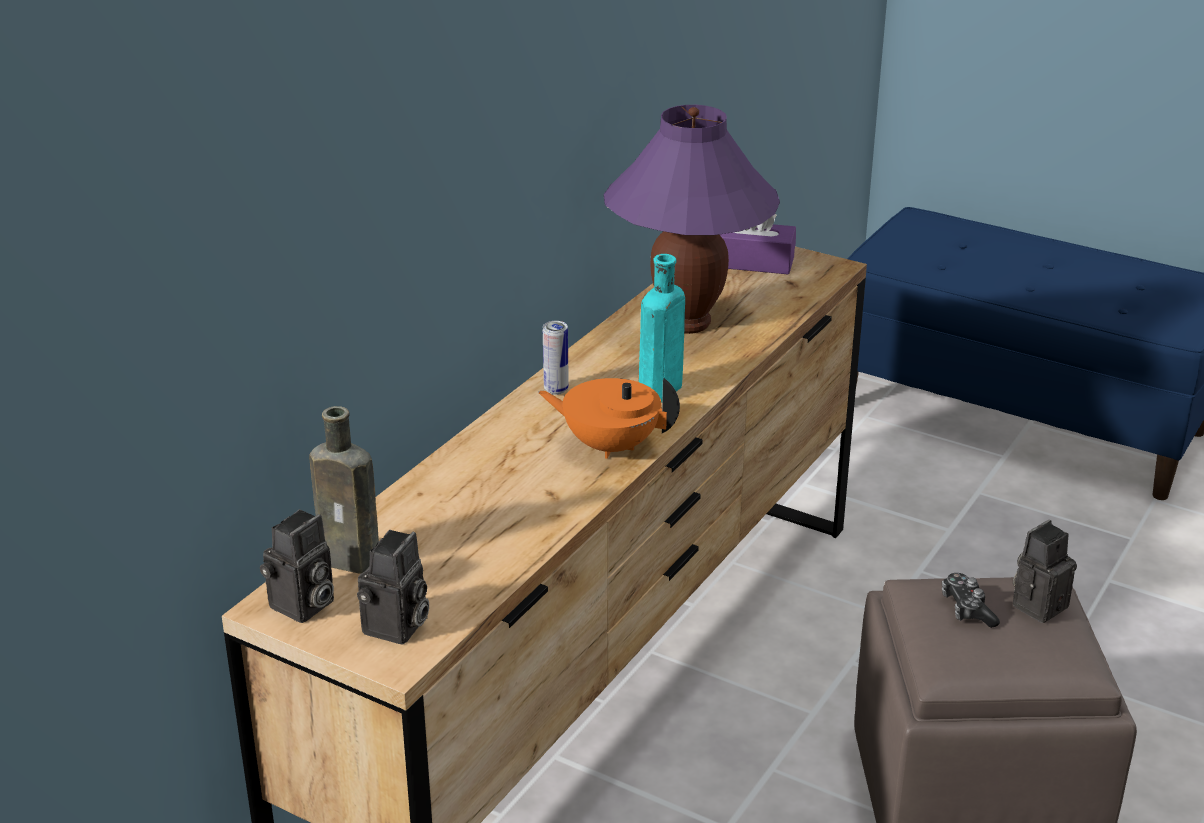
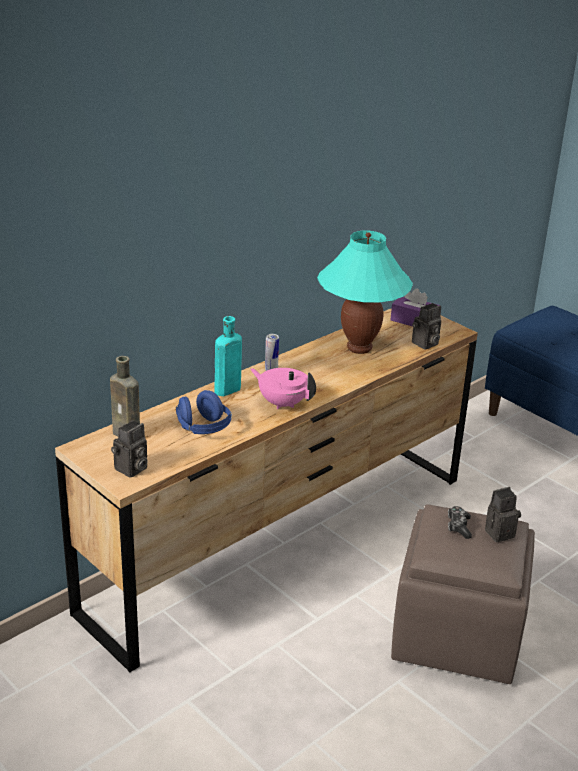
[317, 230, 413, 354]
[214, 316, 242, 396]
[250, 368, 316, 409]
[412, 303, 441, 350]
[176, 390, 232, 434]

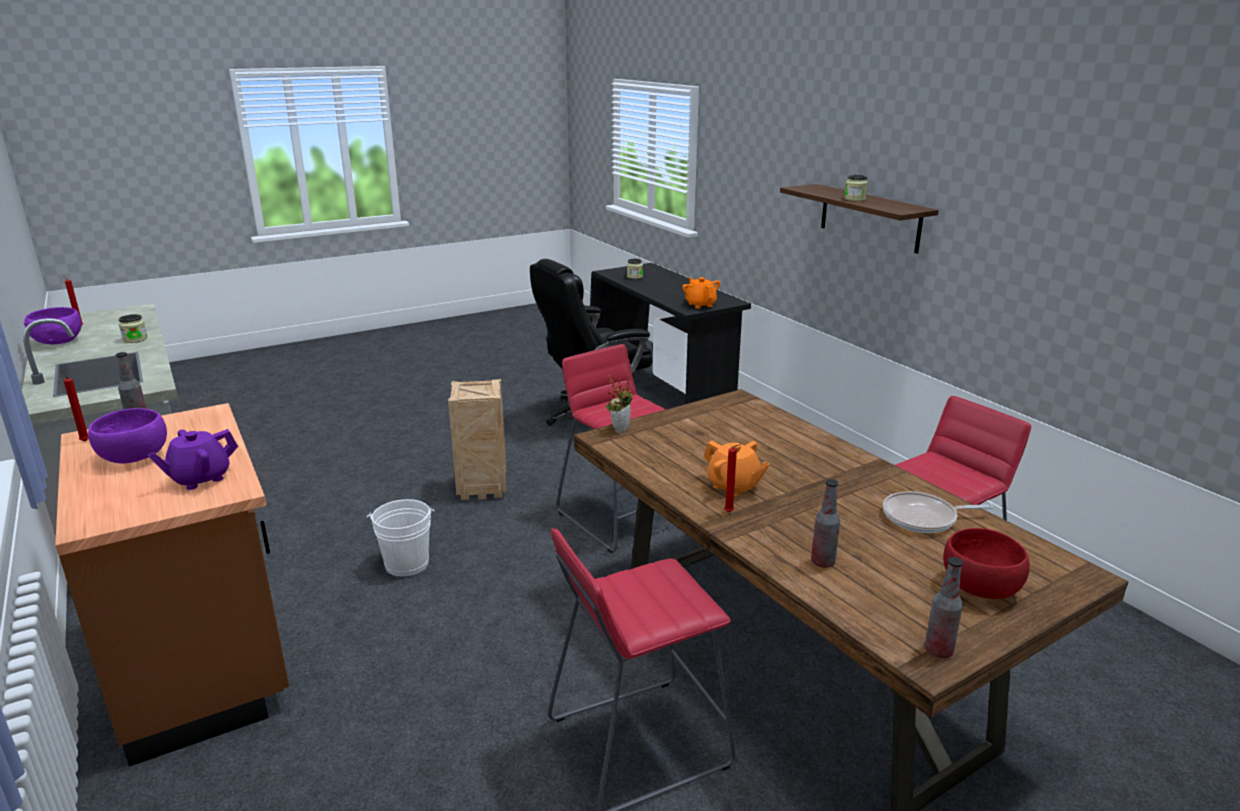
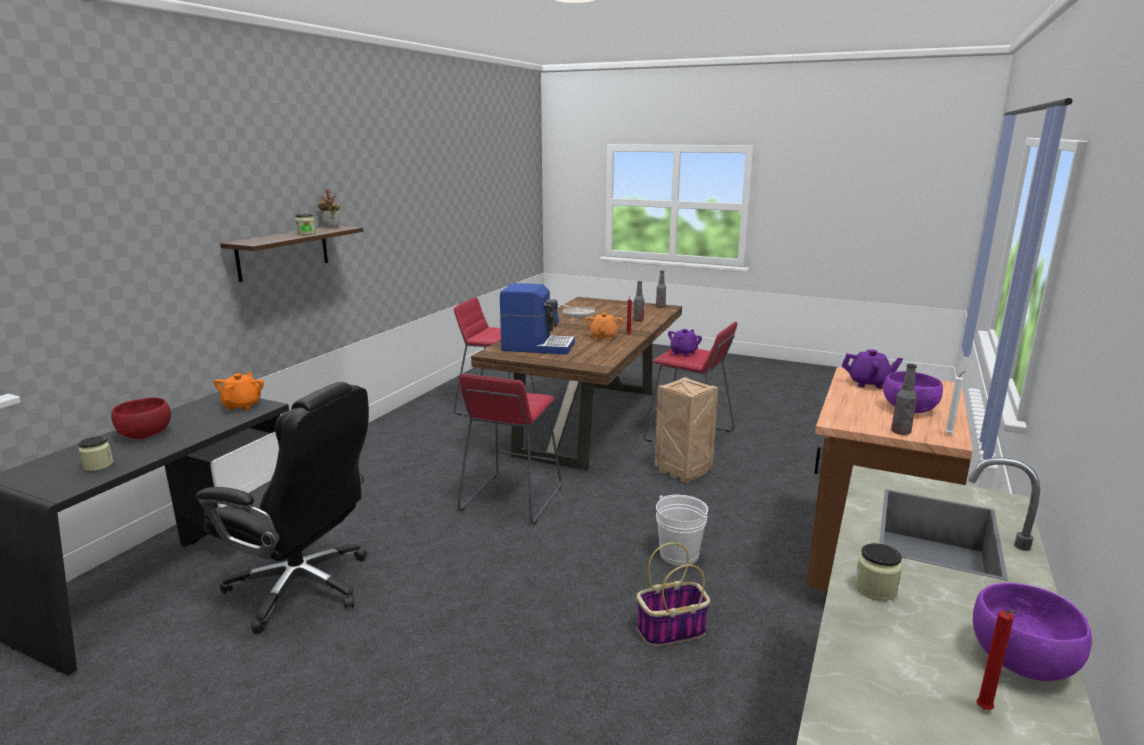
[214, 372, 264, 410]
[317, 189, 340, 227]
[945, 371, 966, 434]
[655, 377, 718, 484]
[111, 398, 171, 439]
[500, 283, 575, 355]
[668, 329, 702, 356]
[637, 542, 710, 646]

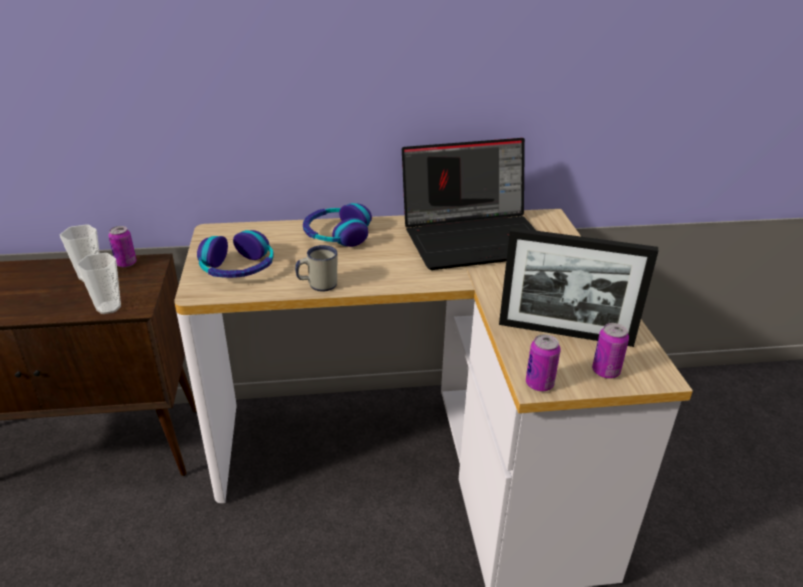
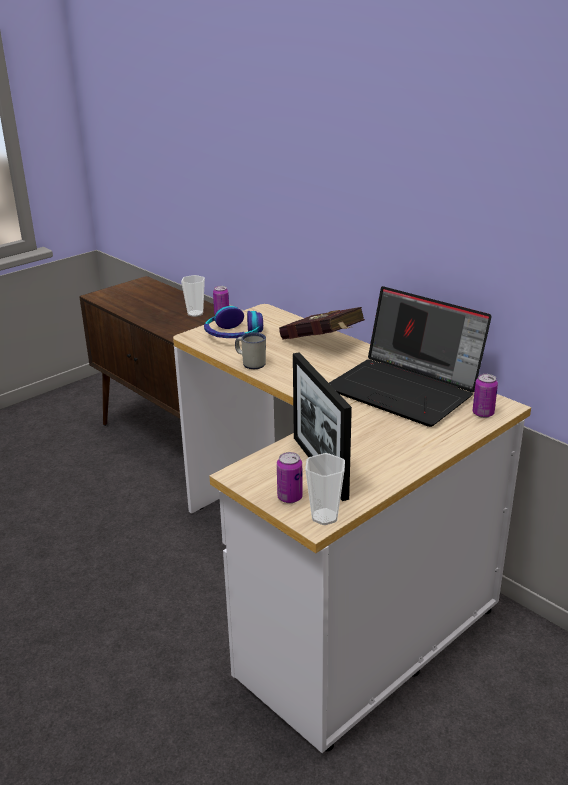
[279, 307, 365, 340]
[305, 453, 345, 525]
[472, 374, 498, 418]

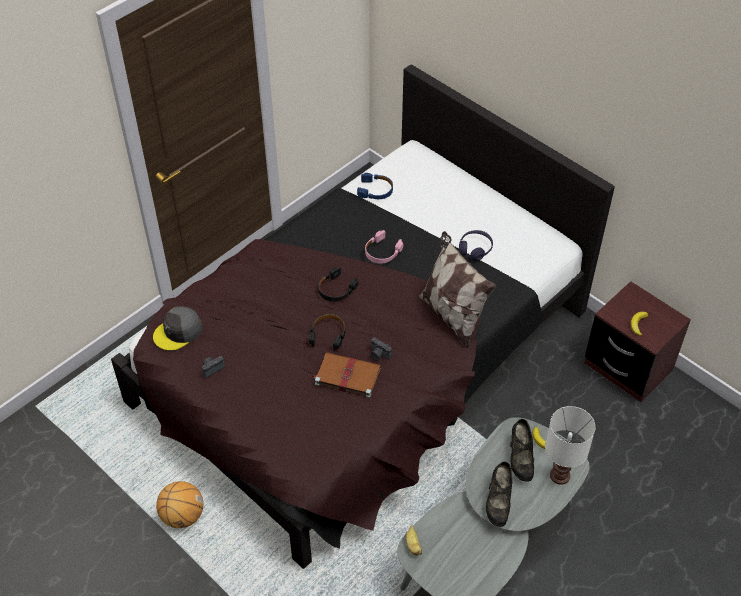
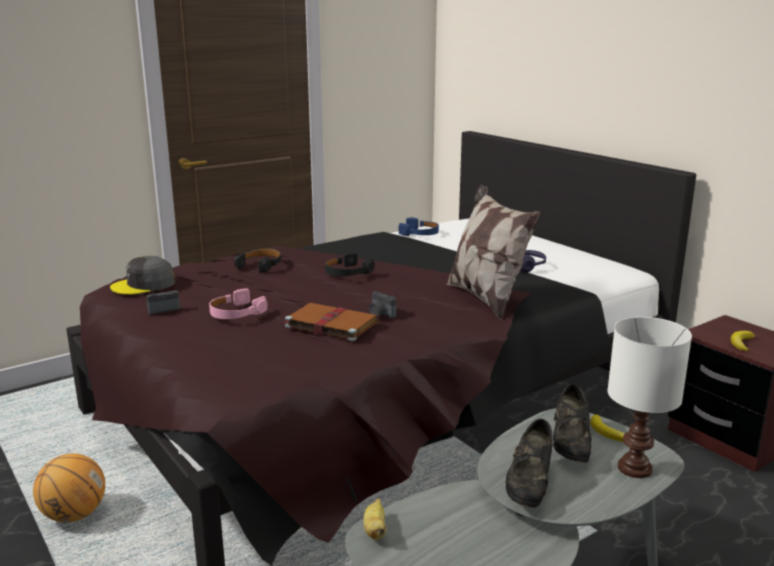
[209, 288, 268, 319]
[234, 248, 281, 273]

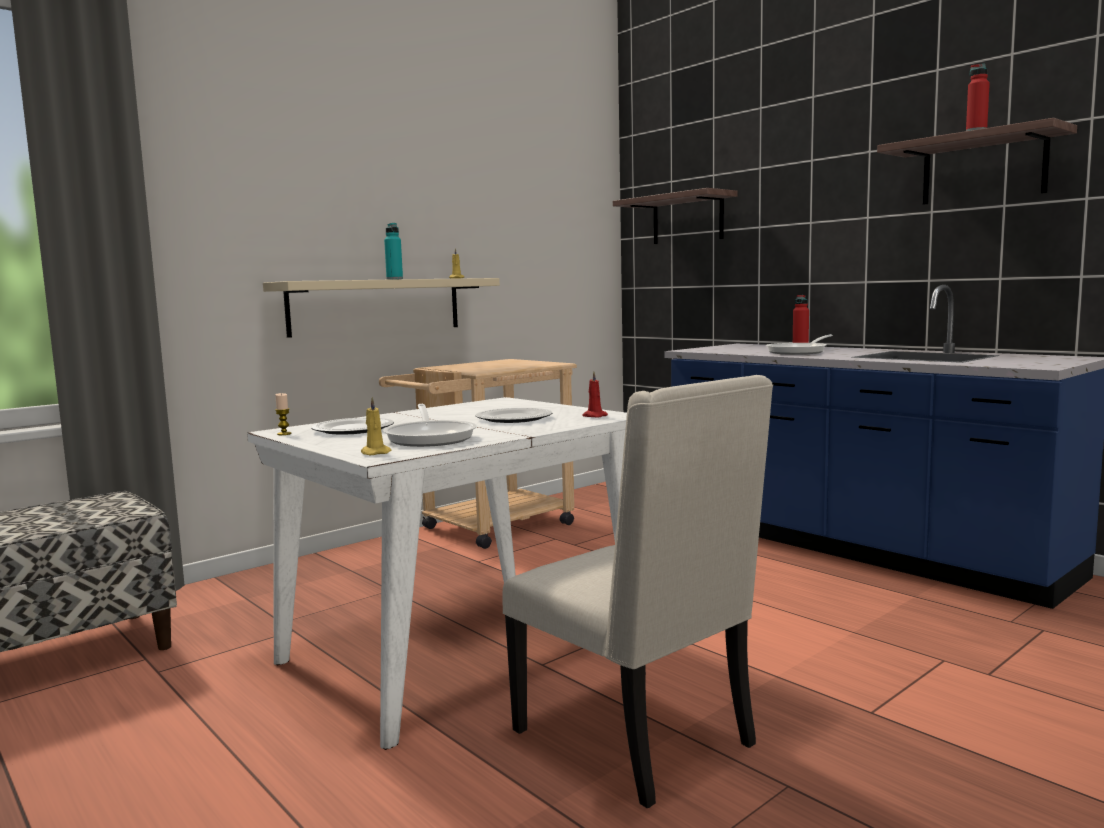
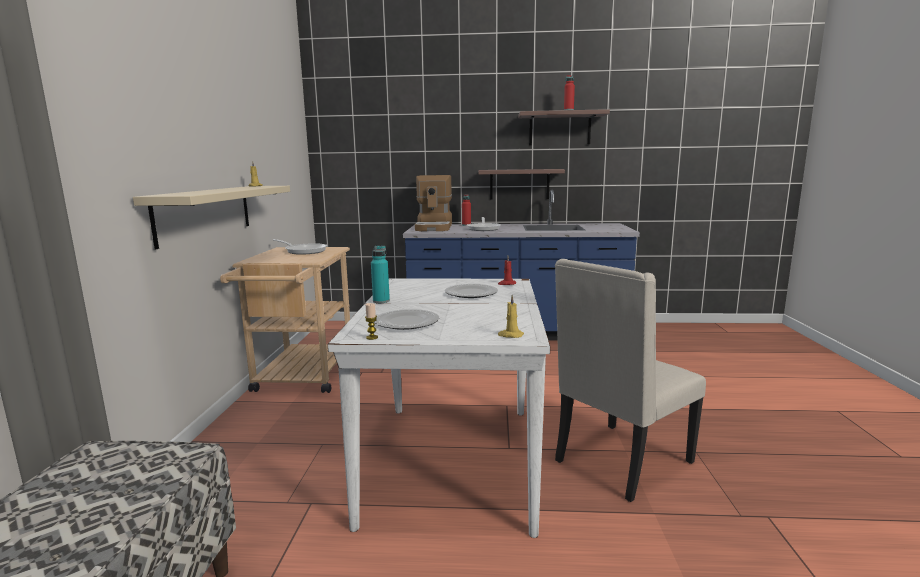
[478, 169, 565, 200]
[371, 246, 390, 303]
[555, 259, 706, 502]
[273, 239, 327, 255]
[415, 175, 452, 231]

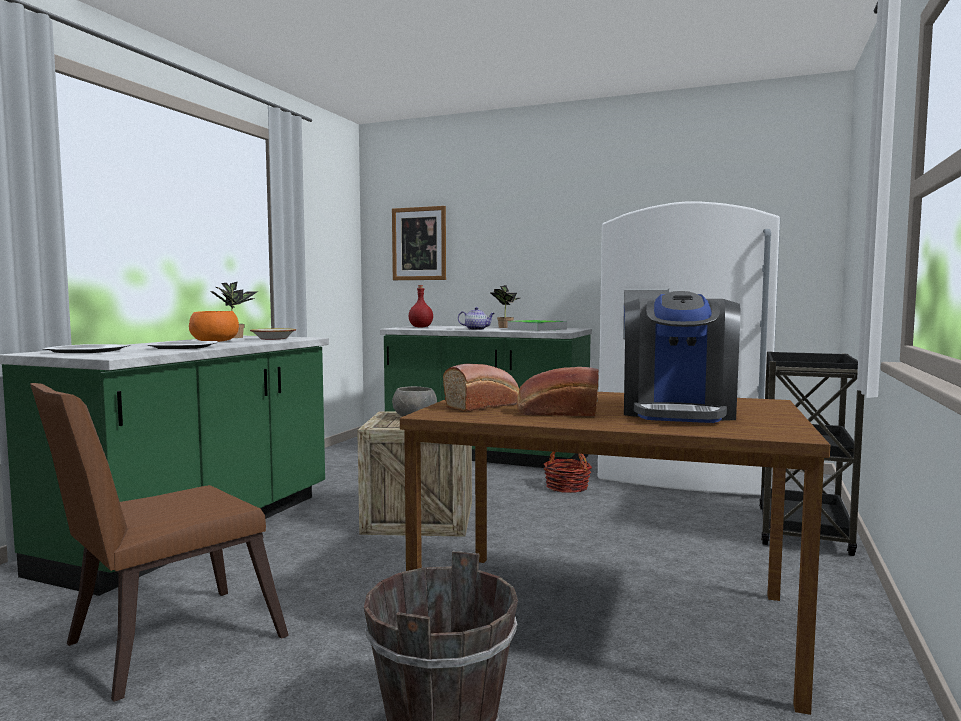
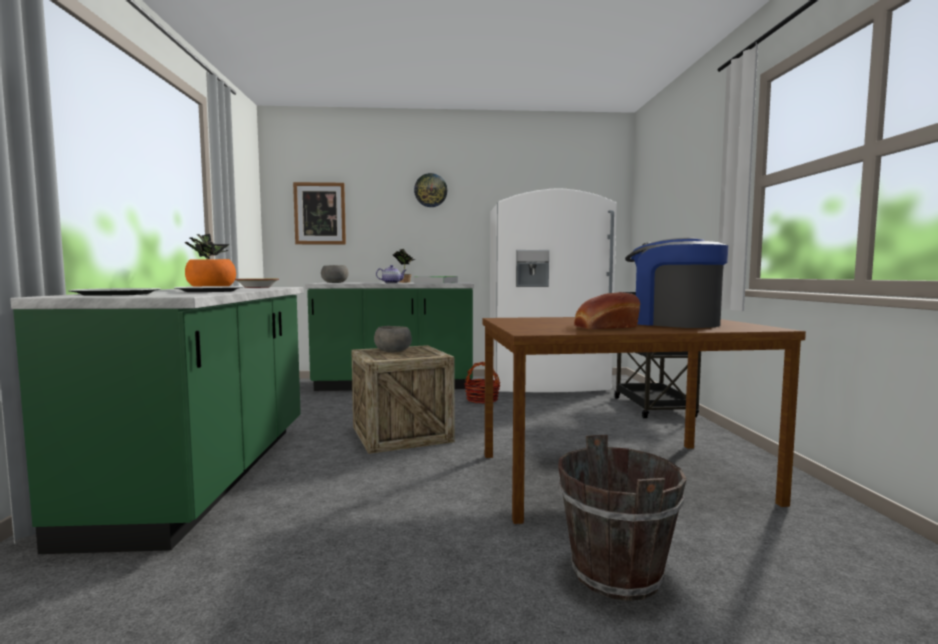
[321, 265, 349, 283]
[625, 237, 728, 328]
[443, 364, 519, 411] (first image)
[30, 383, 289, 702] (first image)
[414, 173, 447, 207]

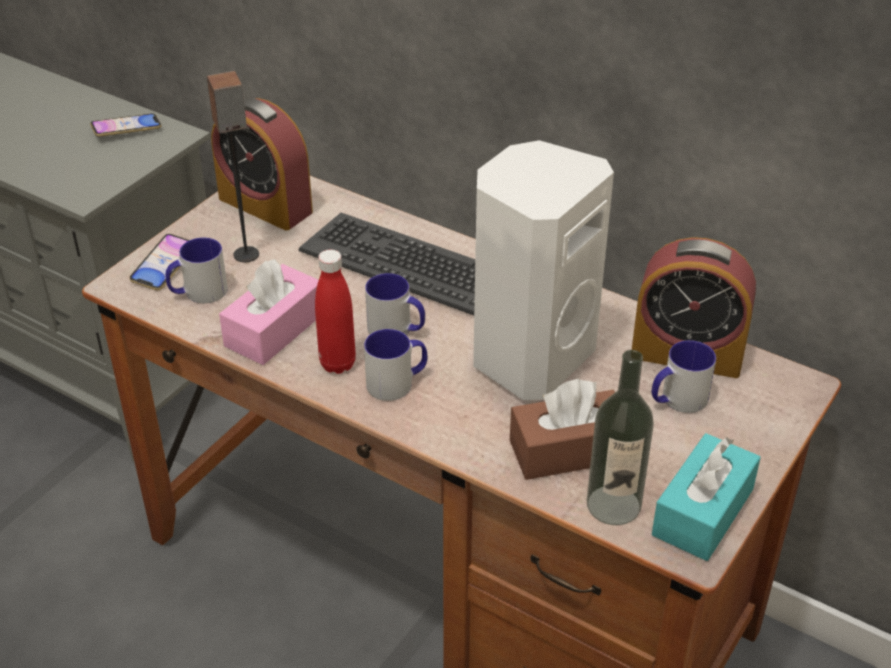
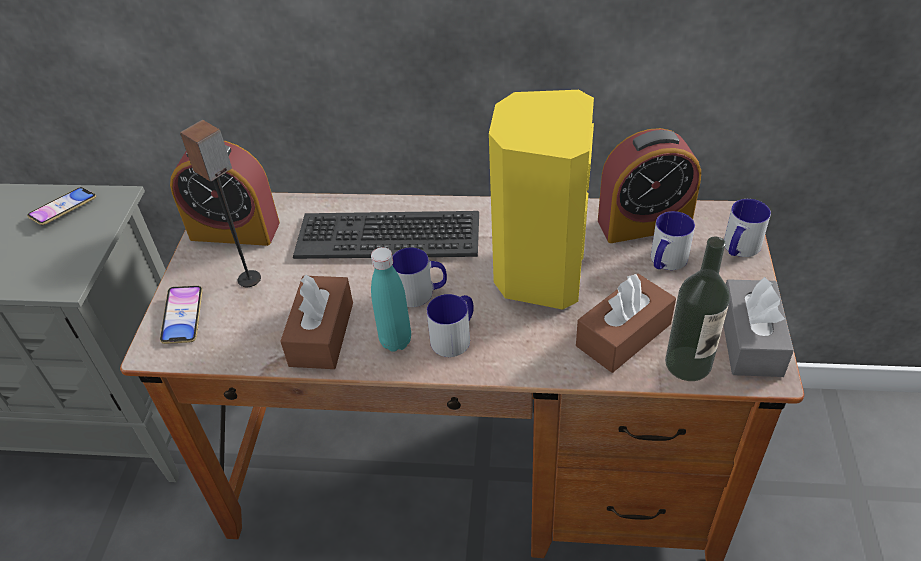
[489, 90, 594, 310]
[724, 199, 771, 257]
[371, 247, 411, 352]
[280, 275, 353, 369]
[723, 277, 794, 377]

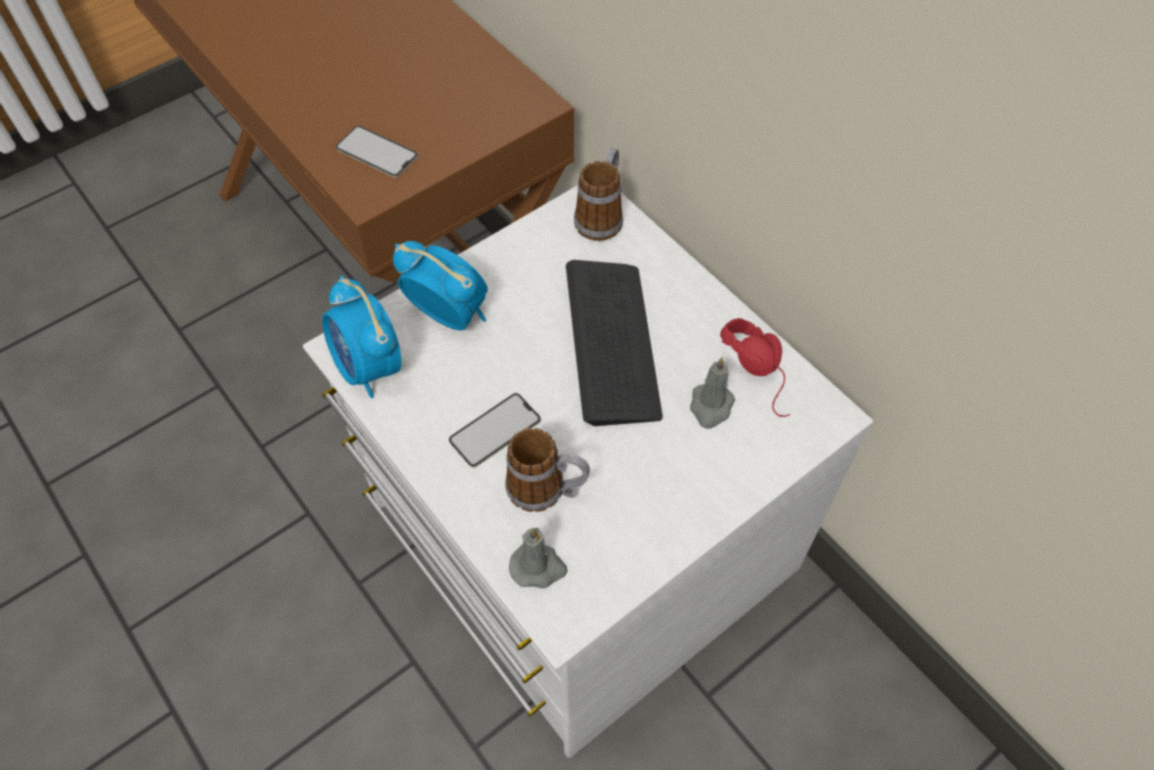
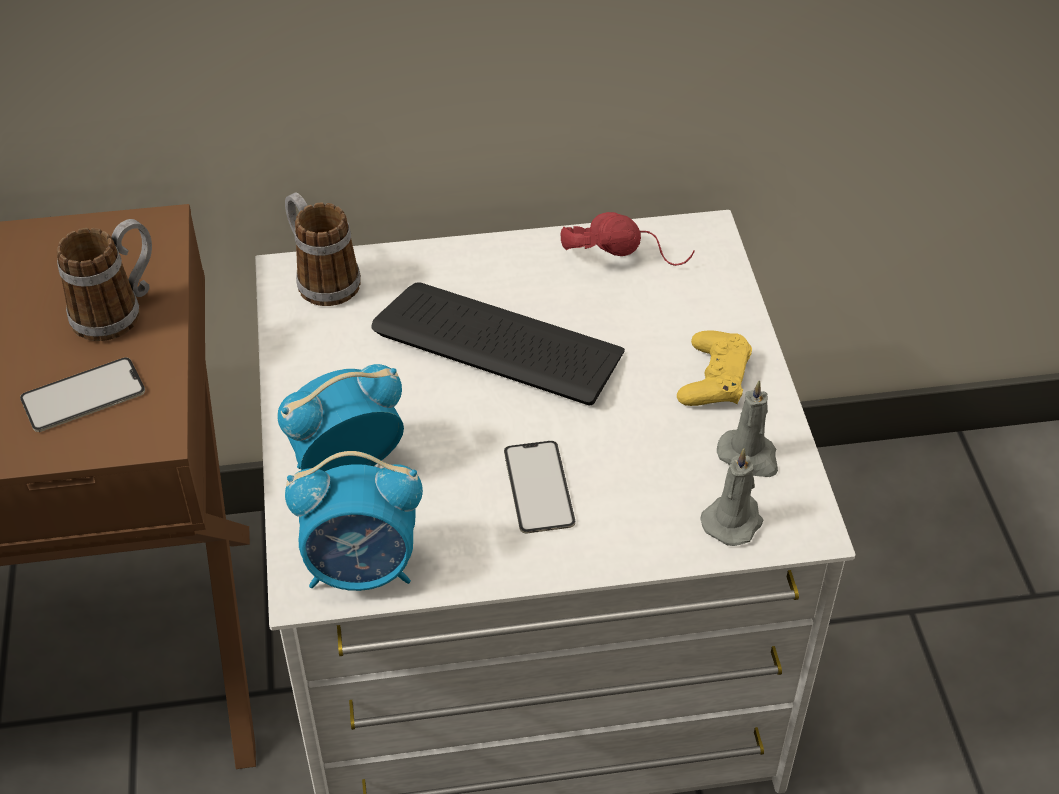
[717, 380, 778, 477]
[56, 219, 152, 341]
[677, 330, 752, 406]

